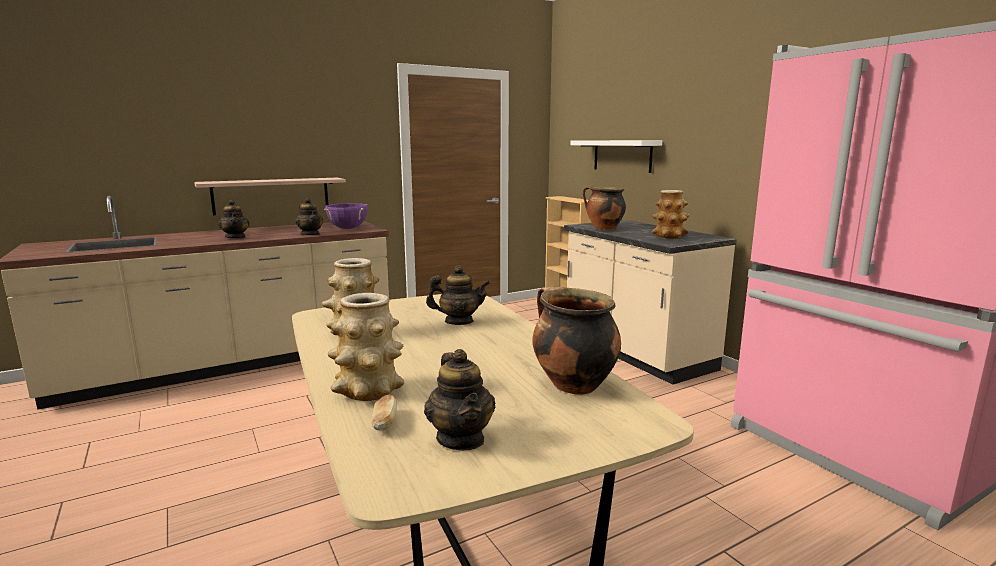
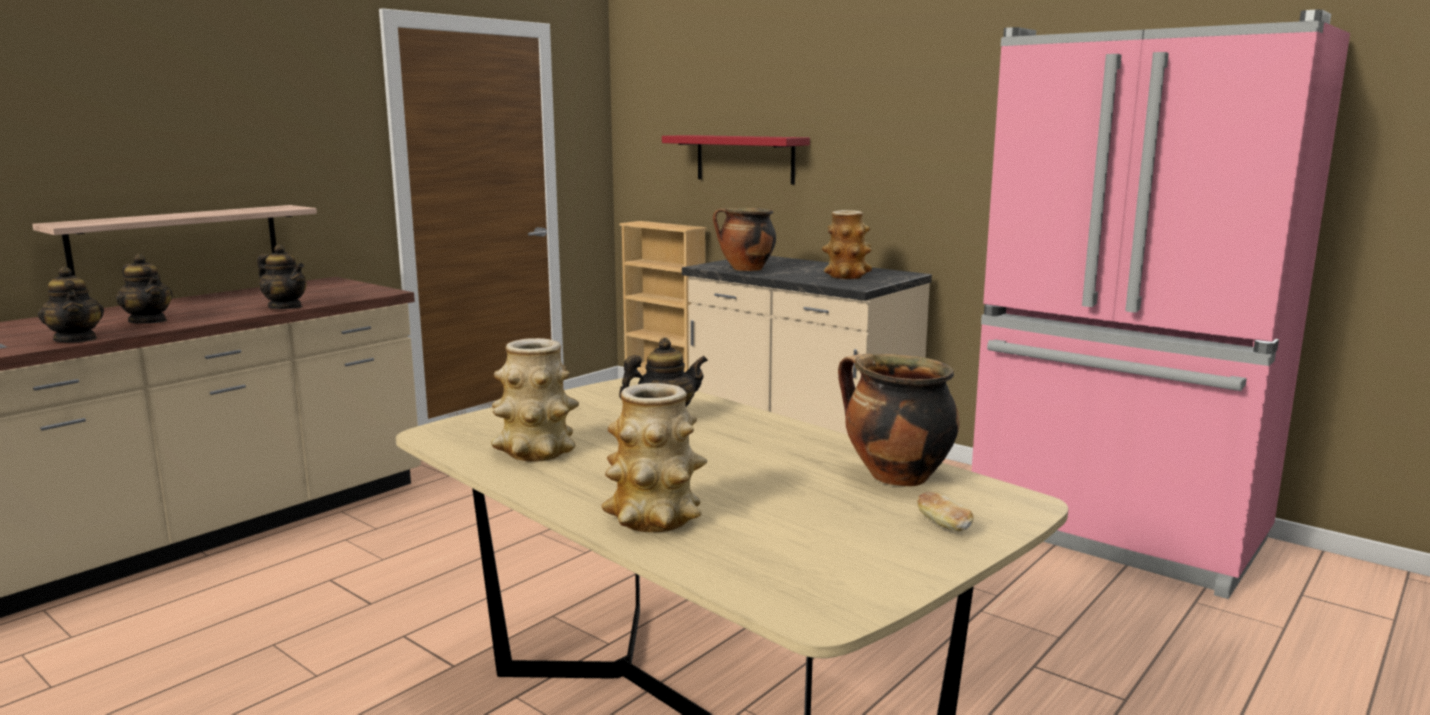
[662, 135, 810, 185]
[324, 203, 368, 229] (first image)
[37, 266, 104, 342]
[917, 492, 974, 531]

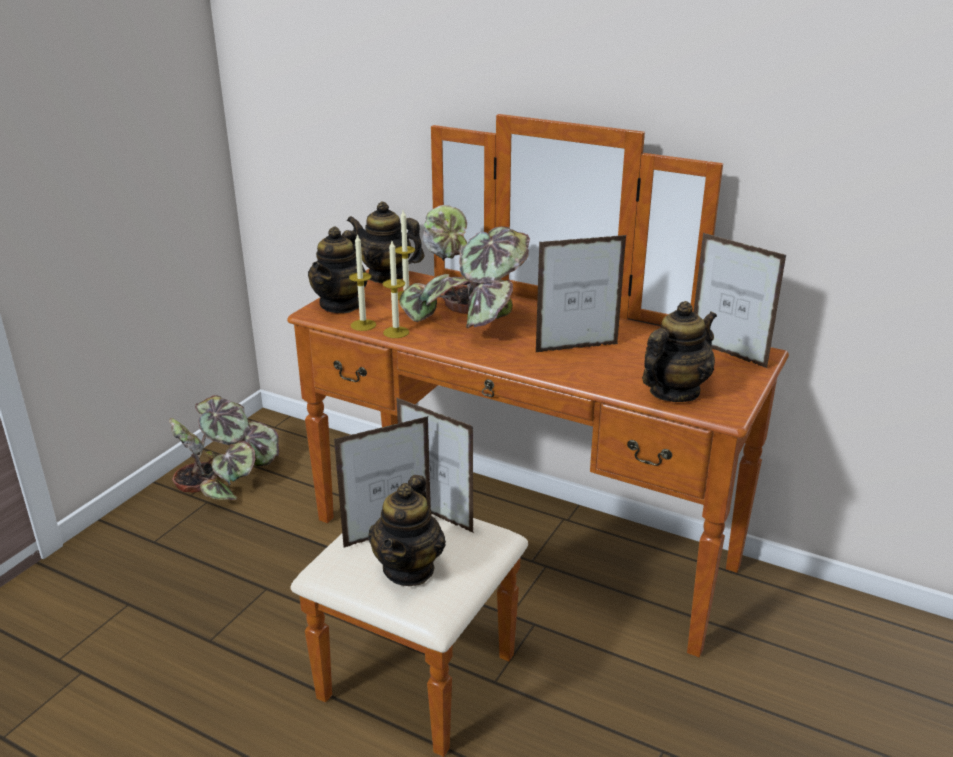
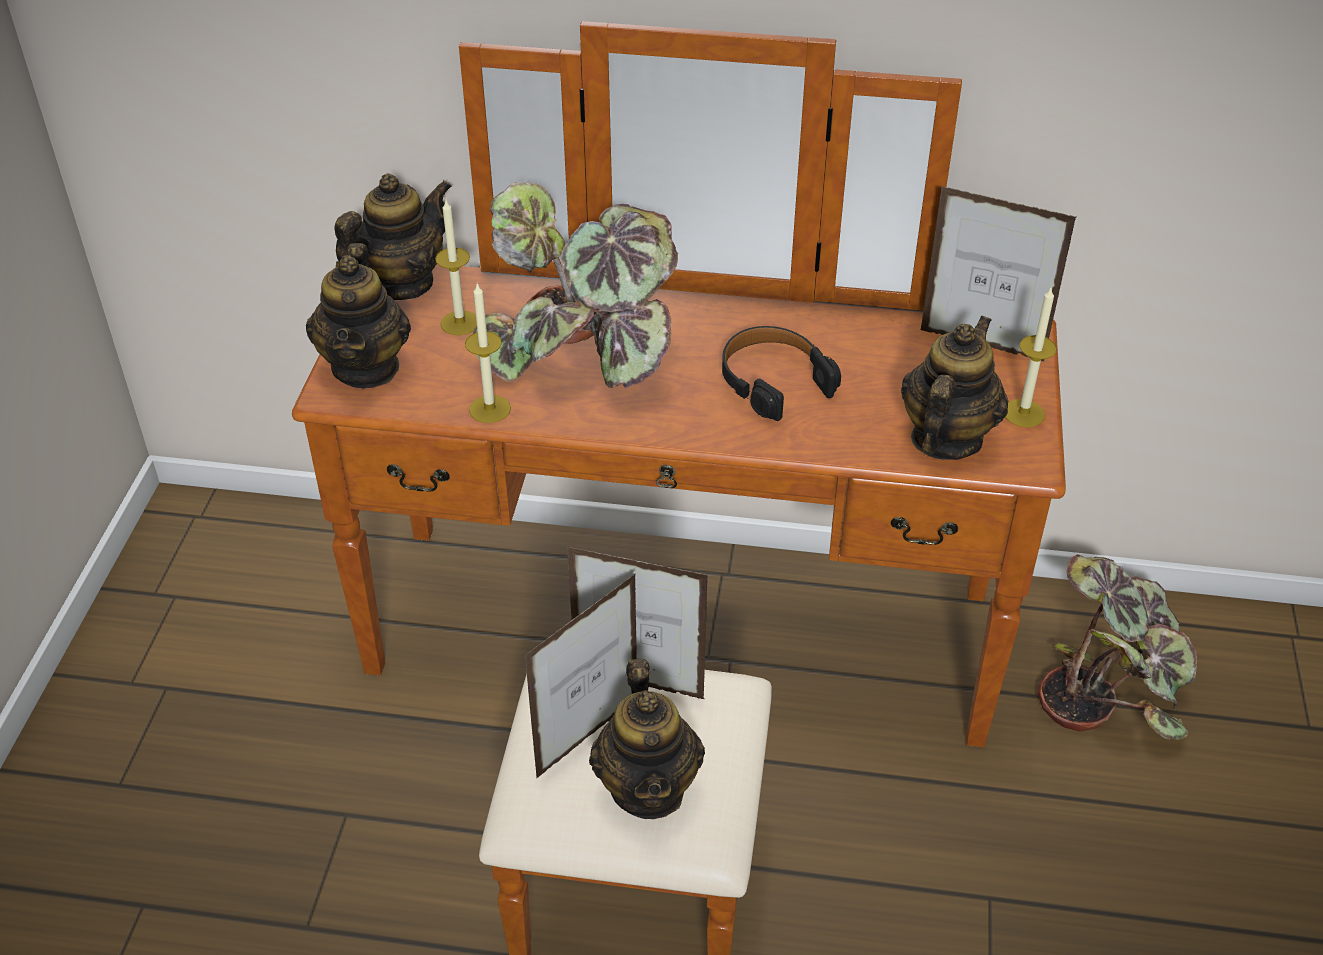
[334, 173, 452, 300]
[1005, 288, 1057, 427]
[722, 326, 841, 421]
[1037, 554, 1197, 740]

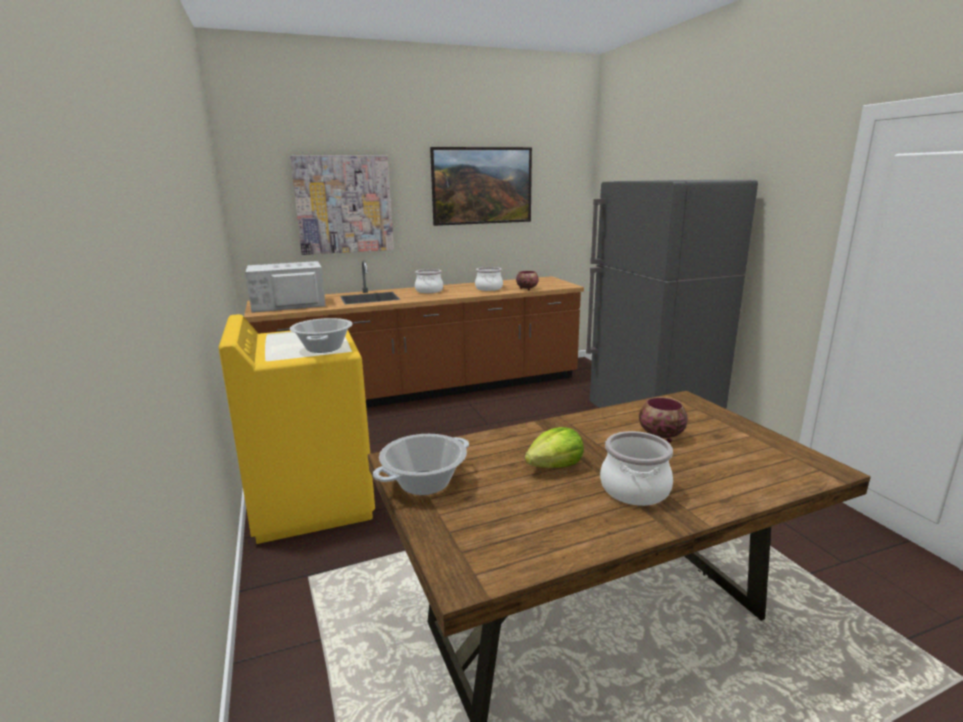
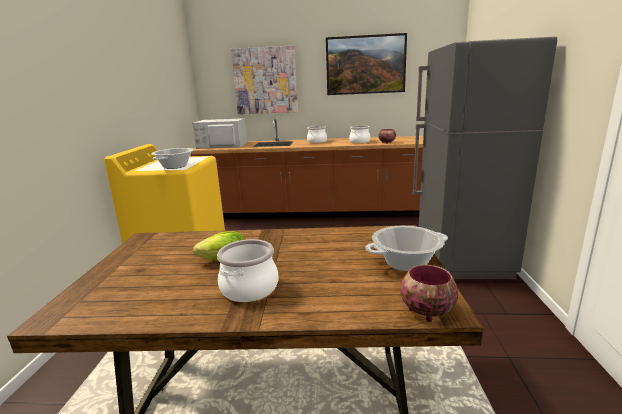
[400, 265, 458, 322]
[365, 226, 448, 272]

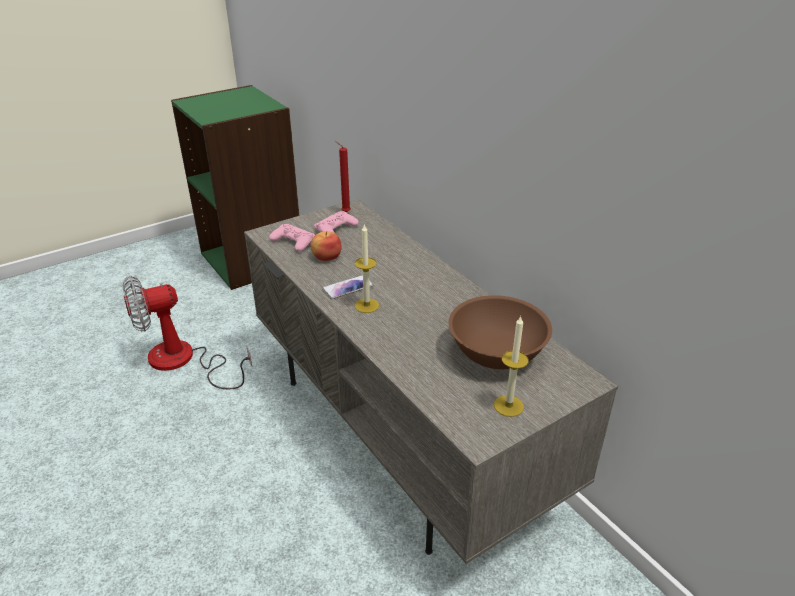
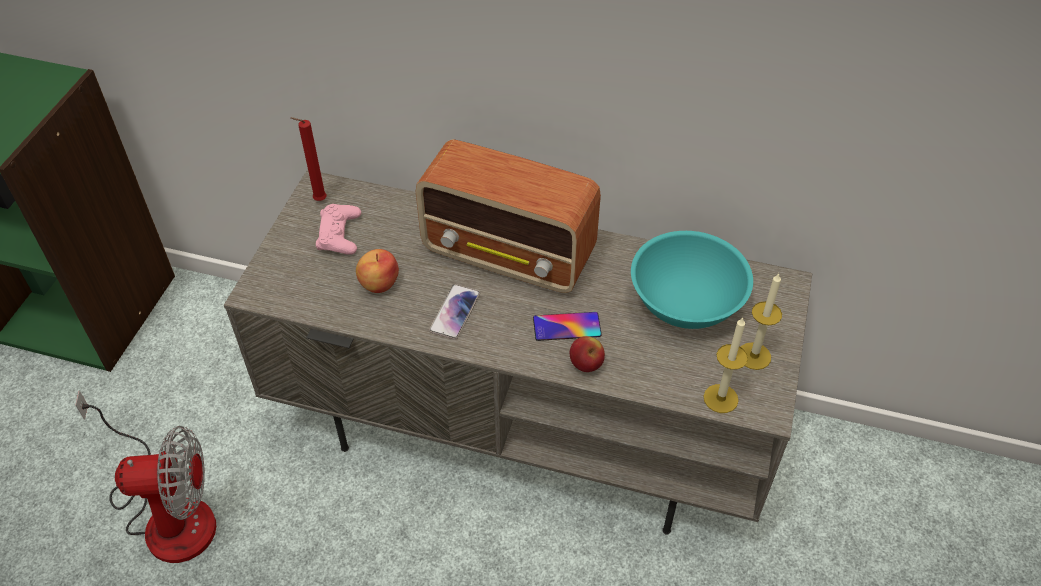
[269, 224, 315, 252] (first image)
[703, 317, 748, 413]
[76, 391, 216, 563]
[631, 231, 753, 329]
[415, 139, 601, 293]
[533, 312, 602, 341]
[570, 336, 605, 372]

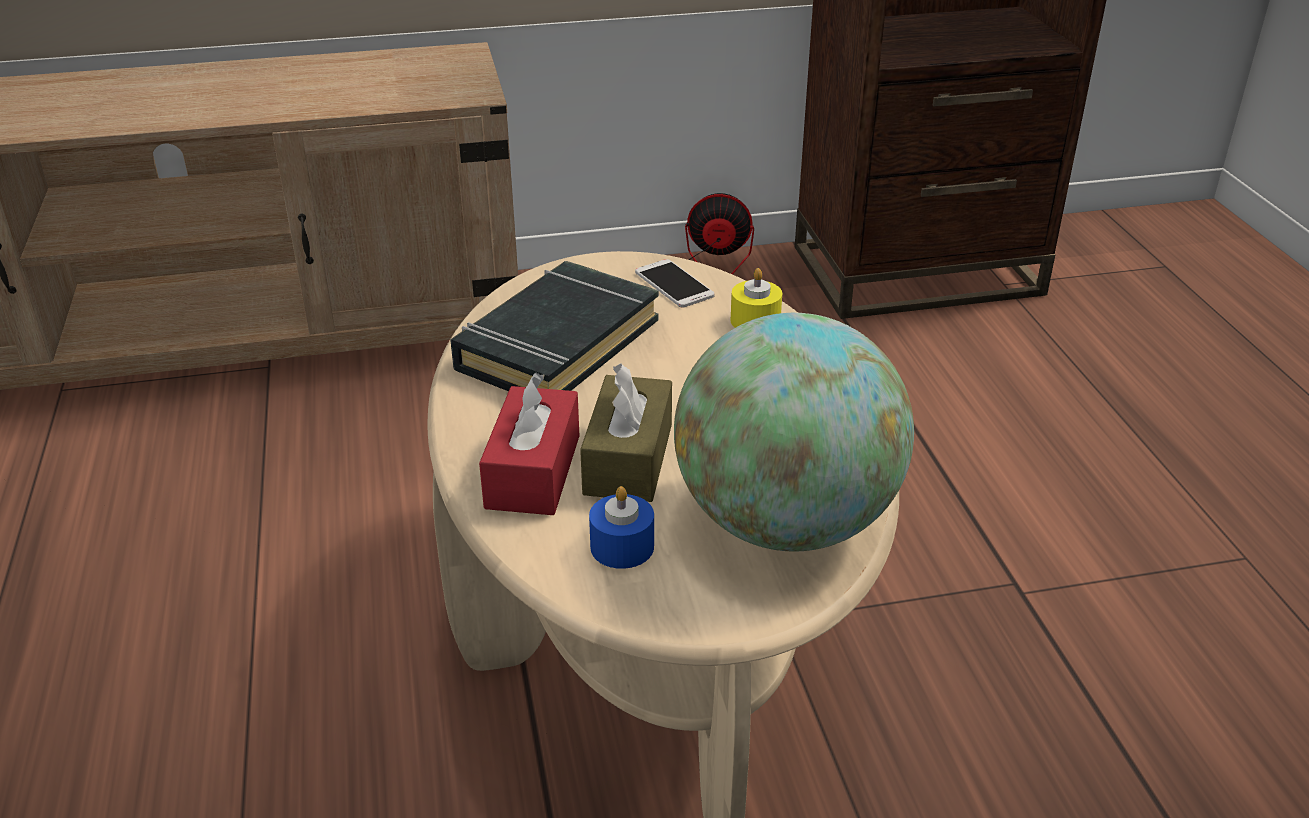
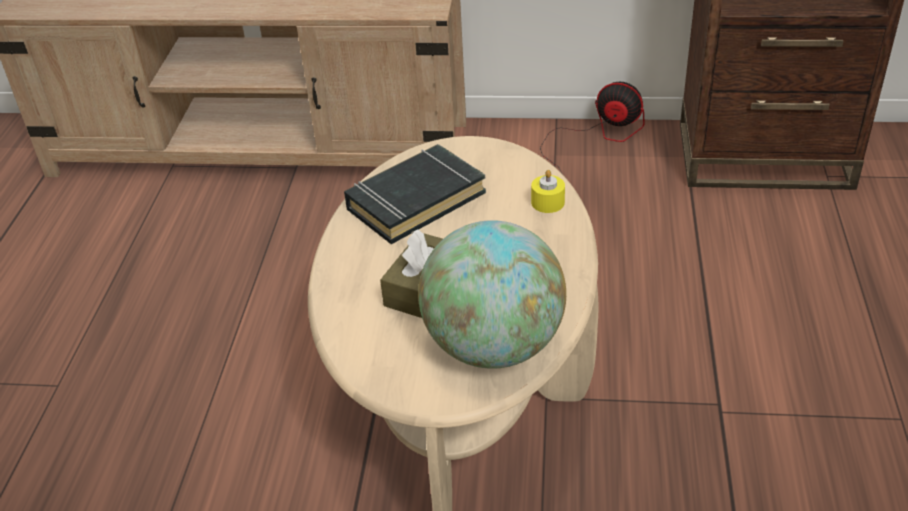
[635, 259, 715, 308] (first image)
[479, 372, 579, 515] (first image)
[589, 486, 654, 569] (first image)

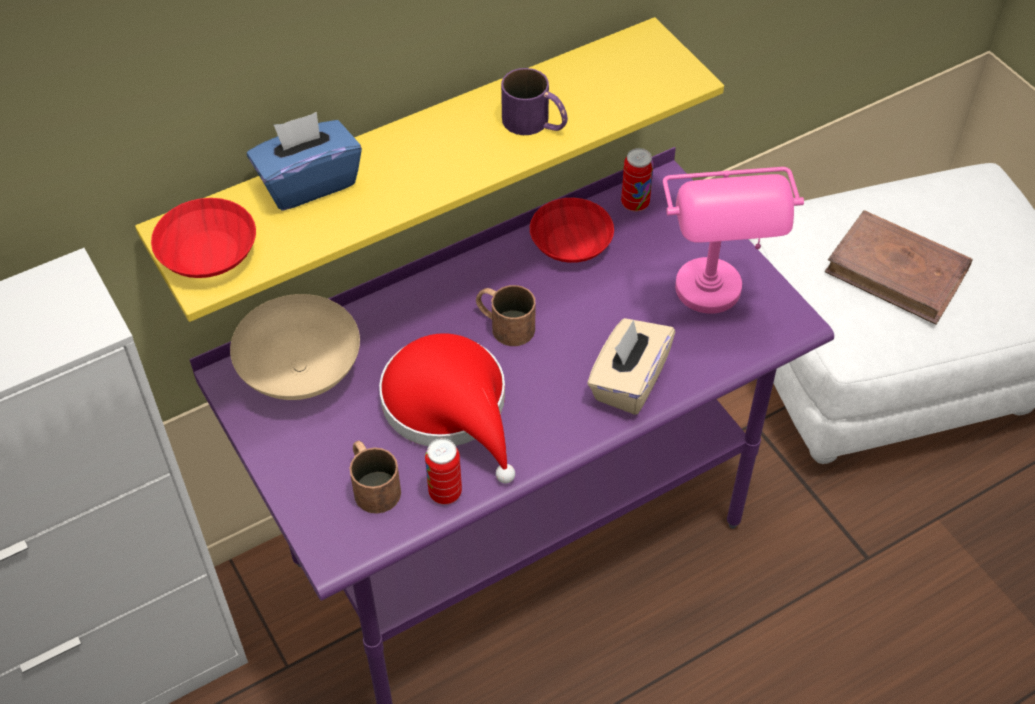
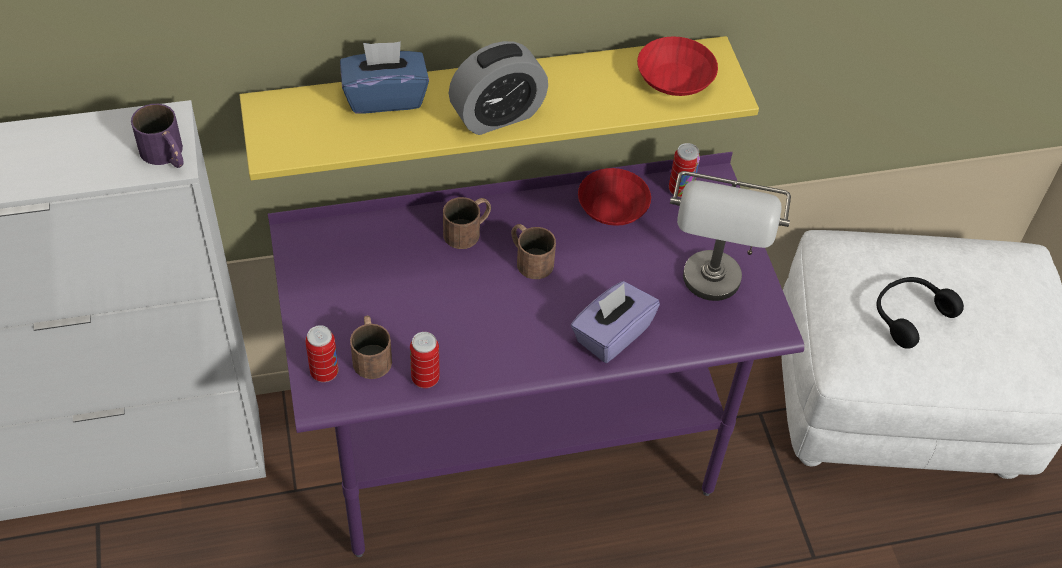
[131, 104, 183, 168]
[670, 171, 791, 301]
[637, 36, 718, 96]
[876, 277, 964, 349]
[230, 294, 360, 400] (first image)
[571, 281, 660, 363]
[379, 333, 515, 484] (first image)
[449, 41, 548, 135]
[443, 197, 491, 249]
[305, 325, 338, 382]

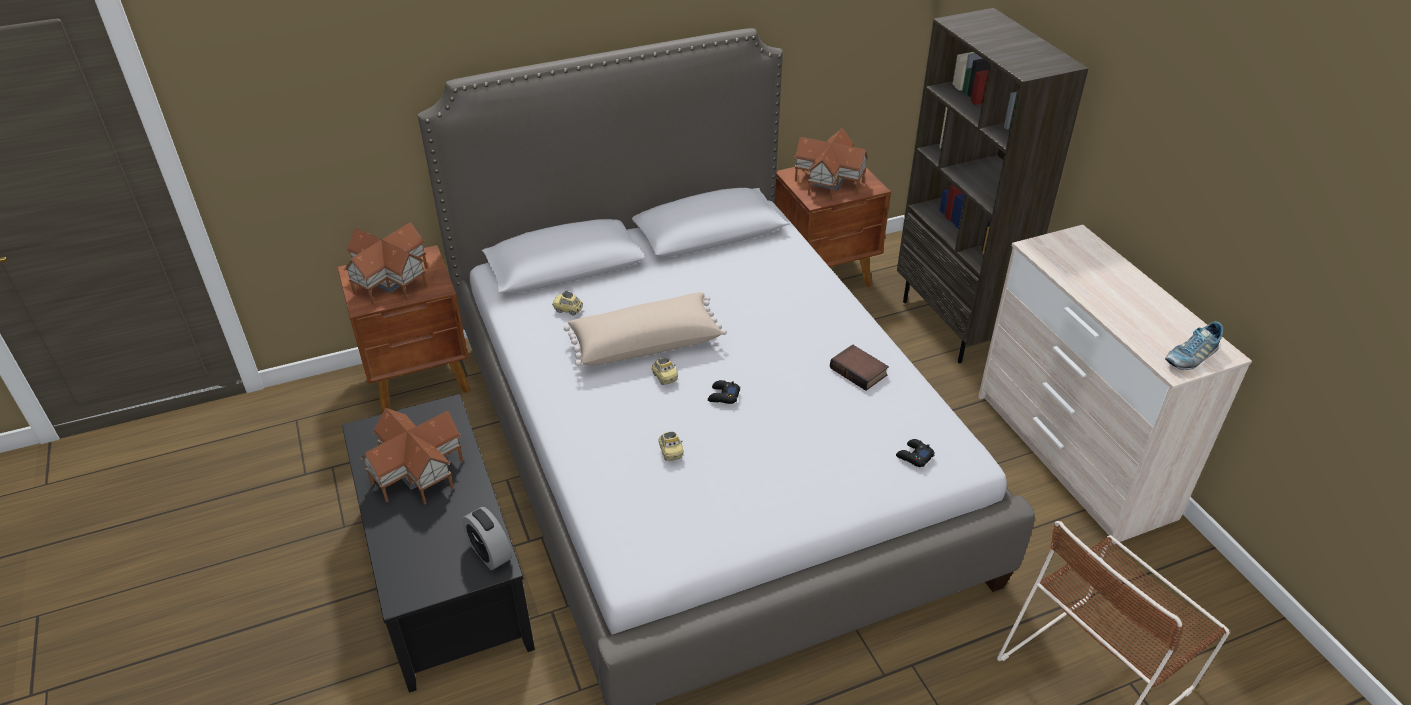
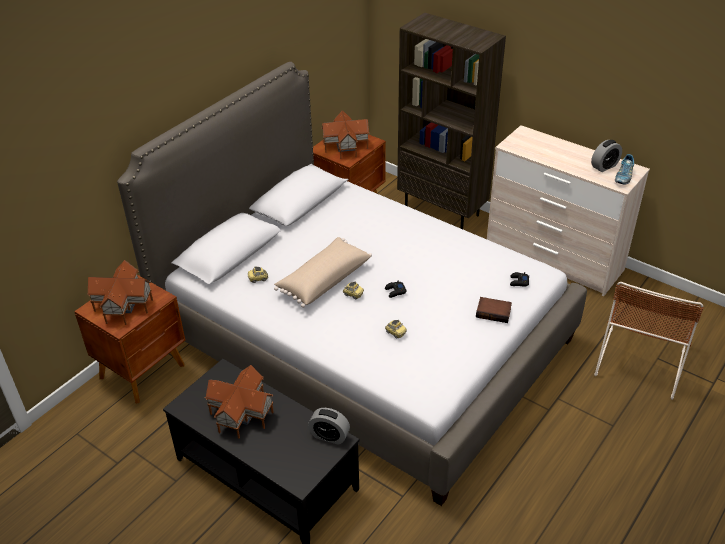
[476, 297, 512, 323]
[591, 140, 622, 172]

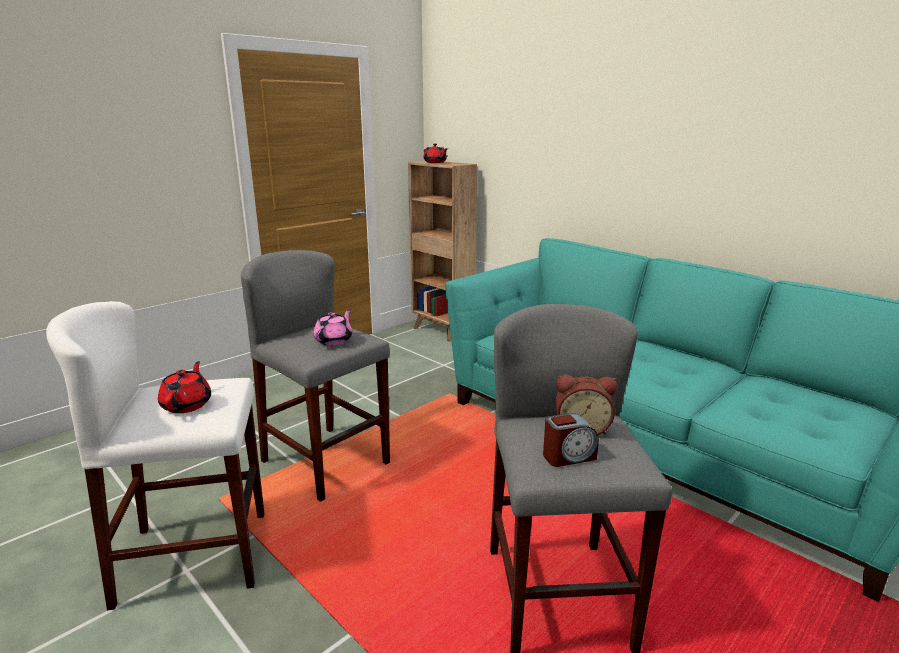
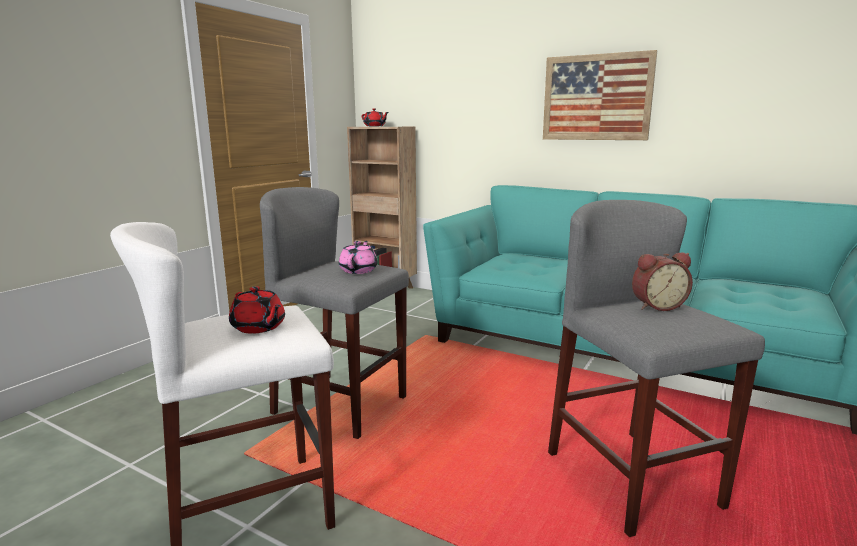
[229, 286, 285, 334]
[543, 413, 599, 467] (first image)
[543, 50, 658, 140]

